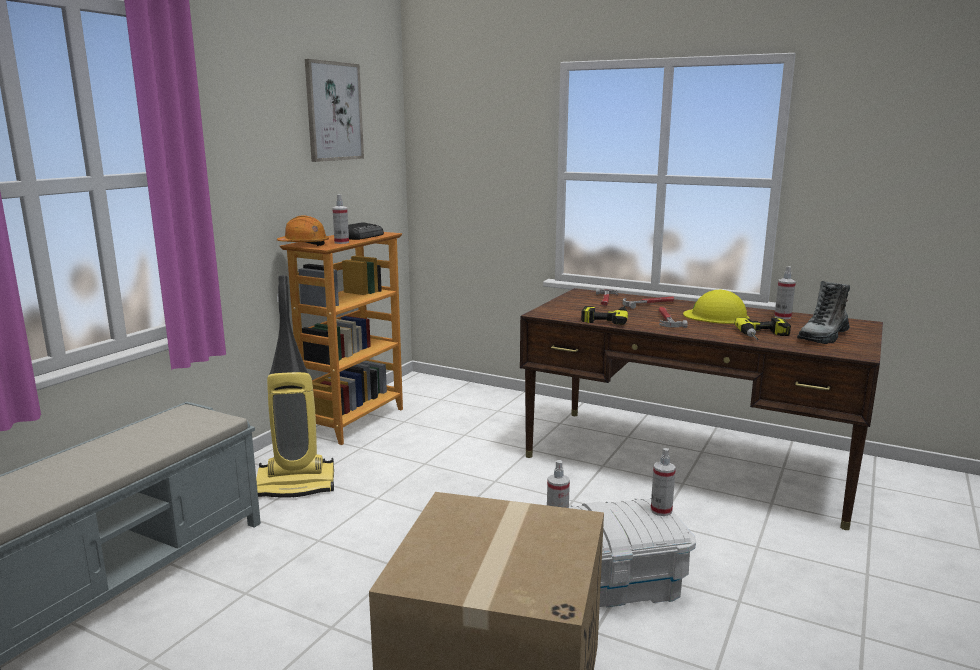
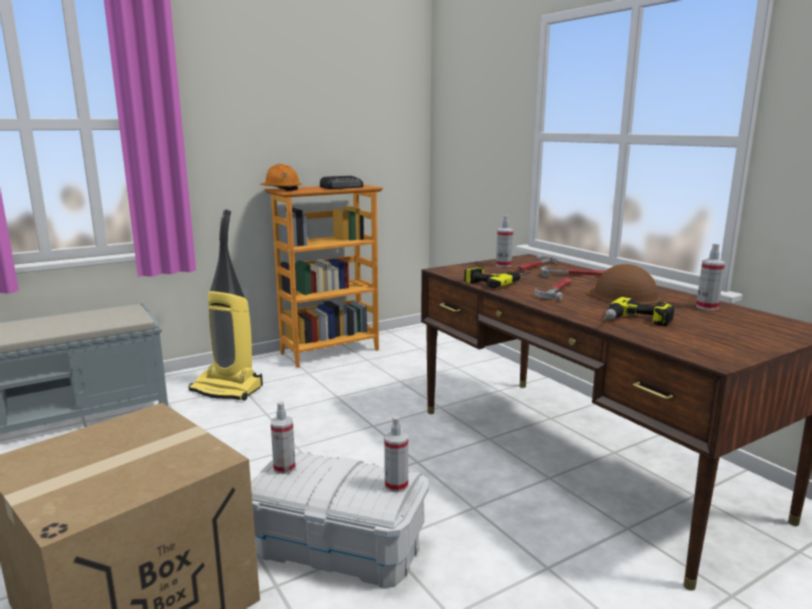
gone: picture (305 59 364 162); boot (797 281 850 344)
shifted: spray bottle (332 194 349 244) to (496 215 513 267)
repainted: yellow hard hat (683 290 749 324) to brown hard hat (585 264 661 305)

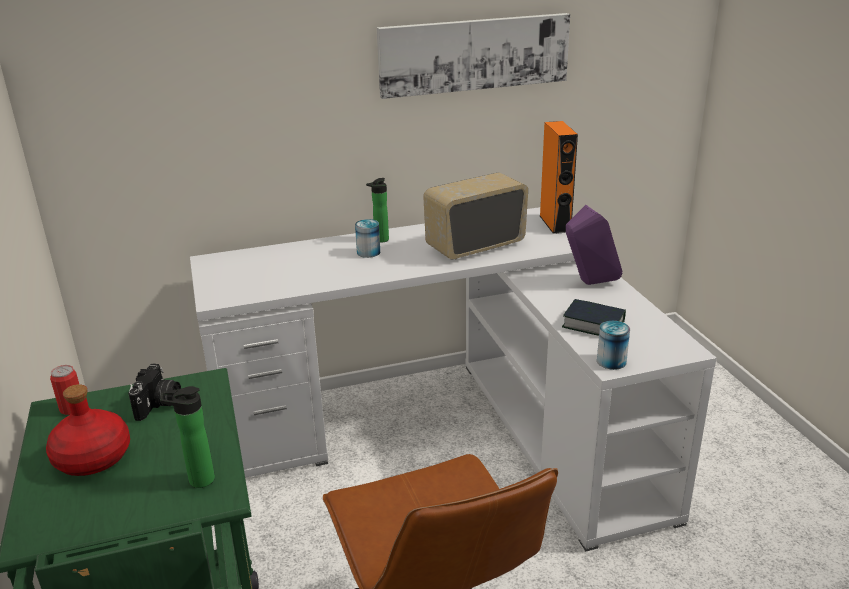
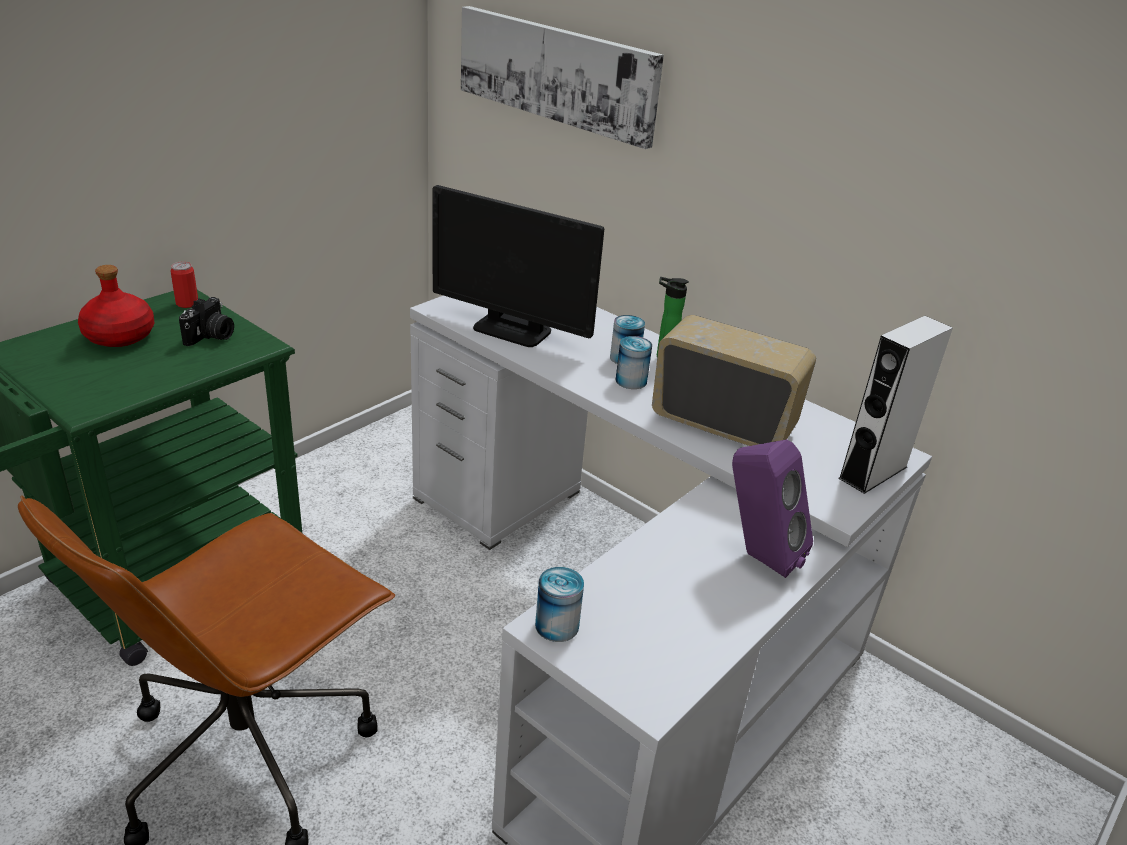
gone: bottle (160 386 215 488); book (562 299 626 336)
new: monitor (433 185 604 347); can (616 336 652 389)
shifted: picture (377 13 570 99) to (461 6 664 149)
repainted: orange speaker (540 121 578 234) to white speaker (838 316 953 494)
rotated: photo camera (128 363 181 421) = (179 297 234 346) 45 degrees counterclockwise

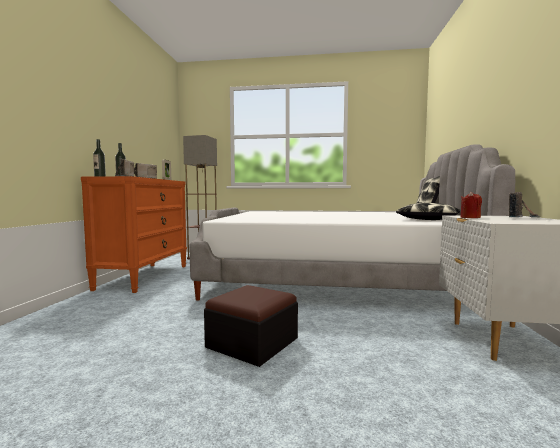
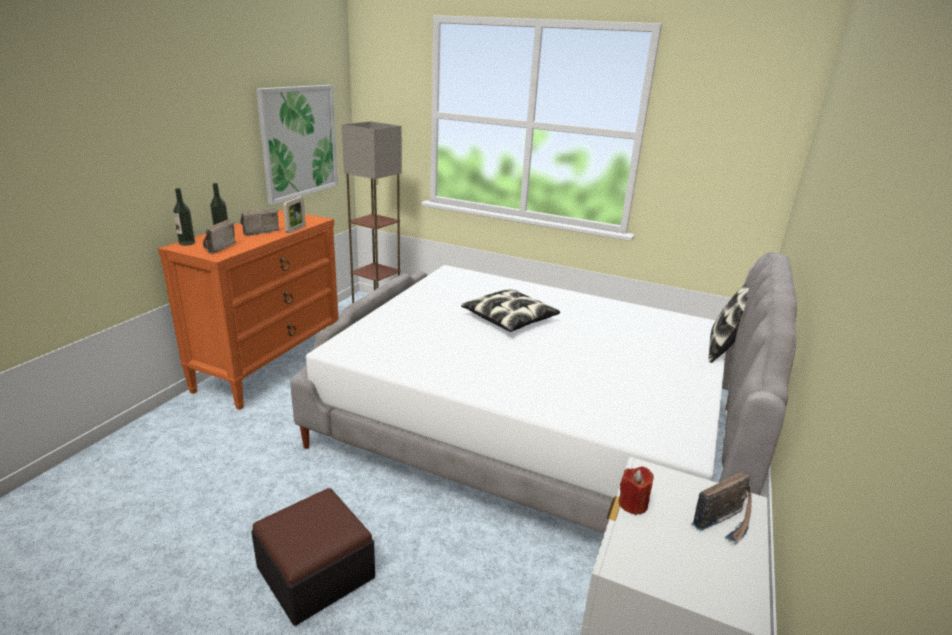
new: picture (256 85 338 205)
shifted: pillow (396 203 460 220) to (461 289 560 332)

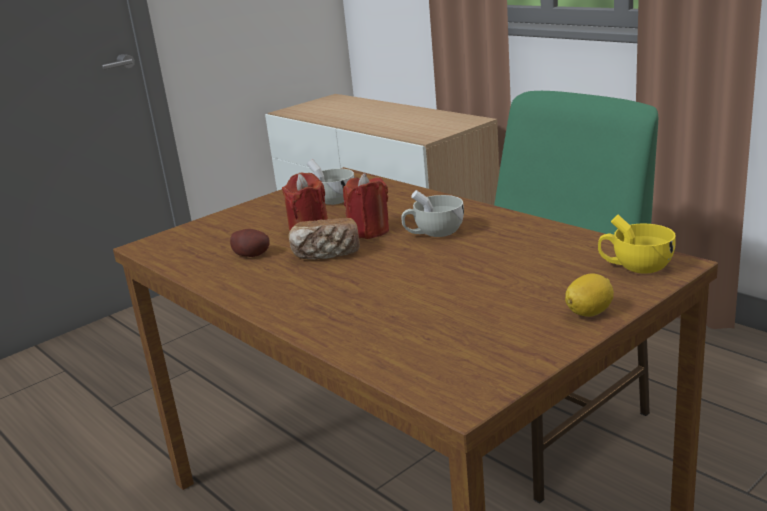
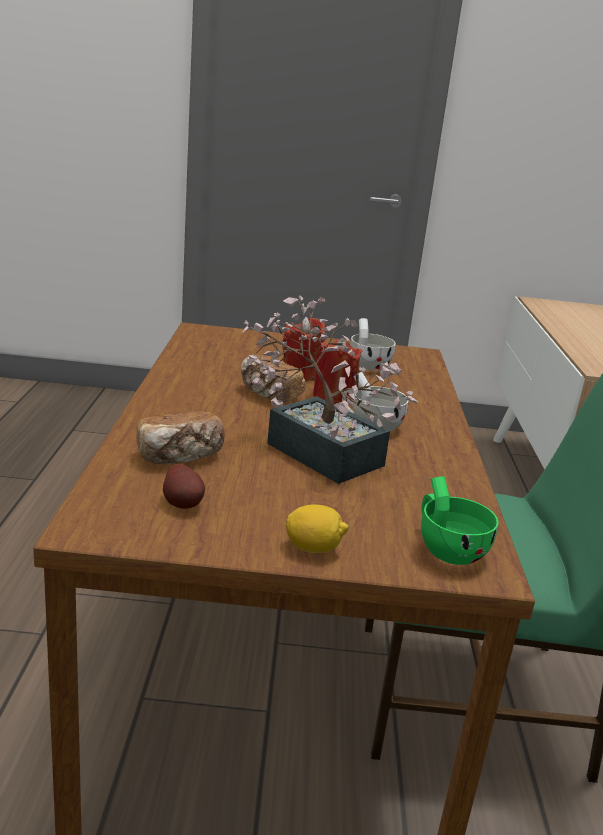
new: bread (136 412 225 464); potted plant (242 295 418 484)
shifted: potato (230 229 270 257) to (163 464 205 509)
repainted: yellow cup (598 214 676 274) to green cup (421 476 498 565)

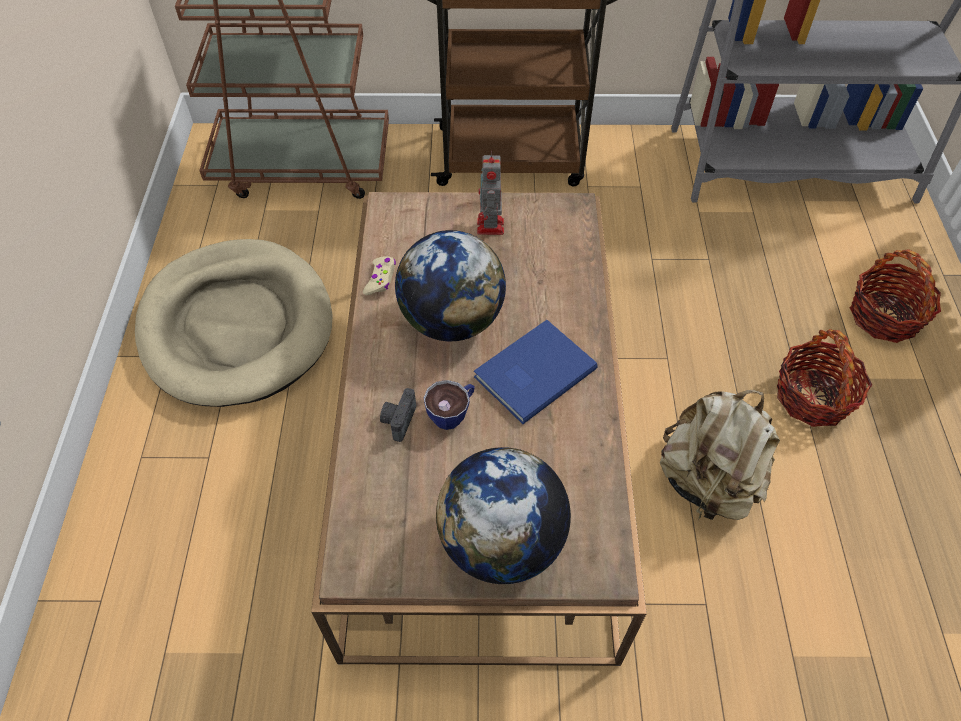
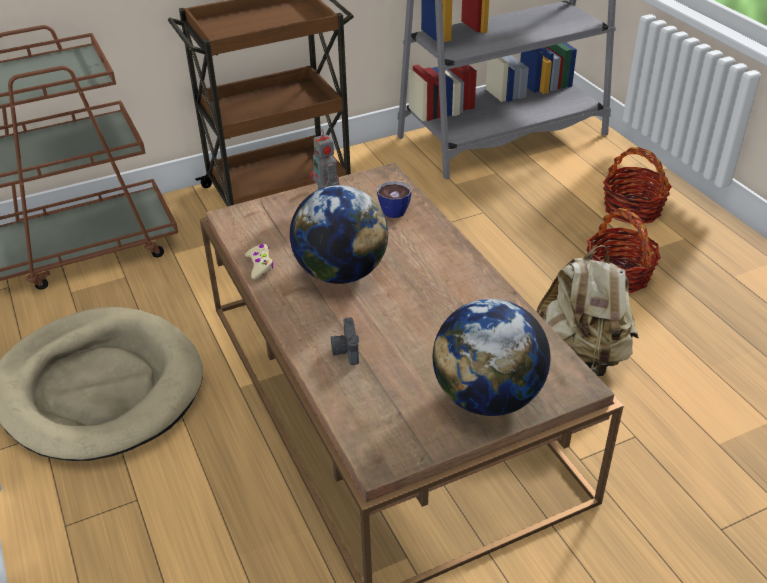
gone: blue book (474 320 598 424)
shifted: cup (424 380 475 430) to (377 181 412 218)

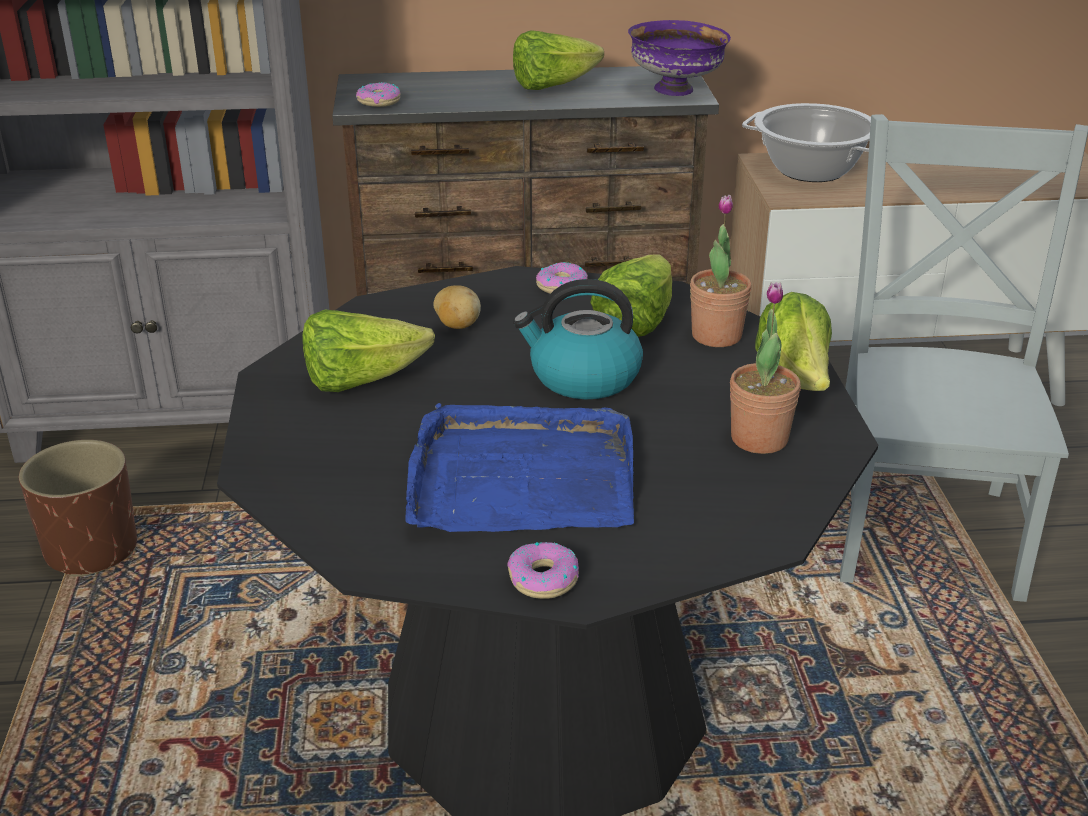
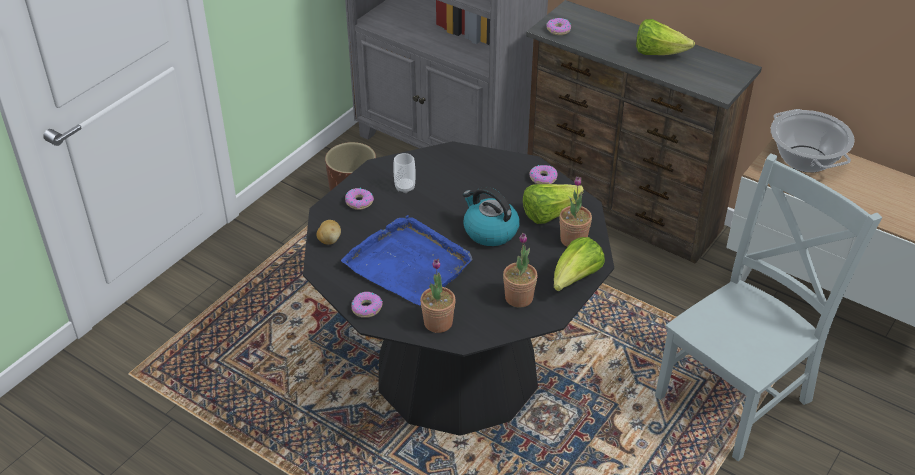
gone: purple bowl (628 20 731 96)
new: donut (345 188 374 210); potted plant (420 259 456 333)
shifted: potato (433 285 481 329) to (317 220 341 245)
swapped: lettuce (302 310 435 392) to cup (393 153 415 193)

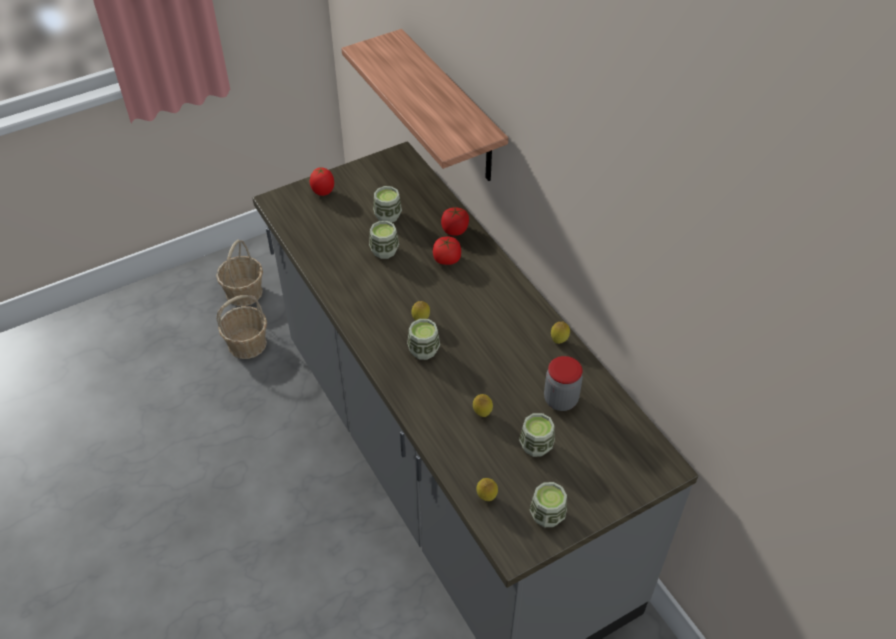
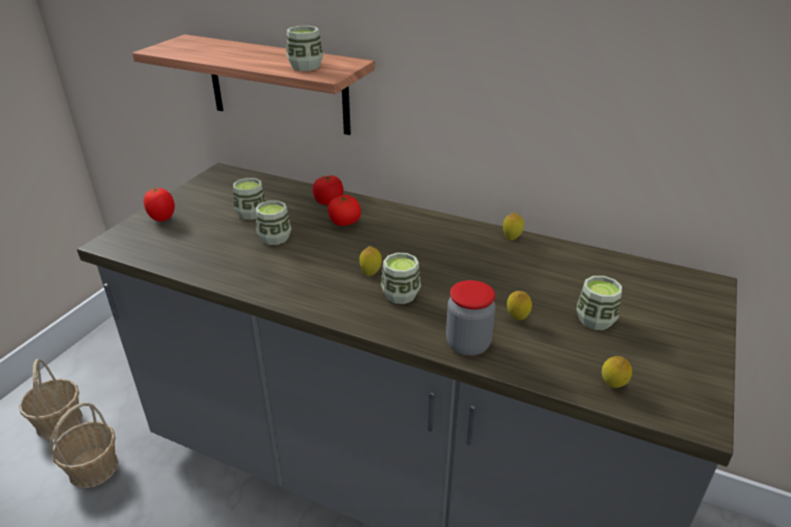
shifted: cup (530 482 567 527) to (287 26 323 71); jar (544 356 583 411) to (446 280 496 356)

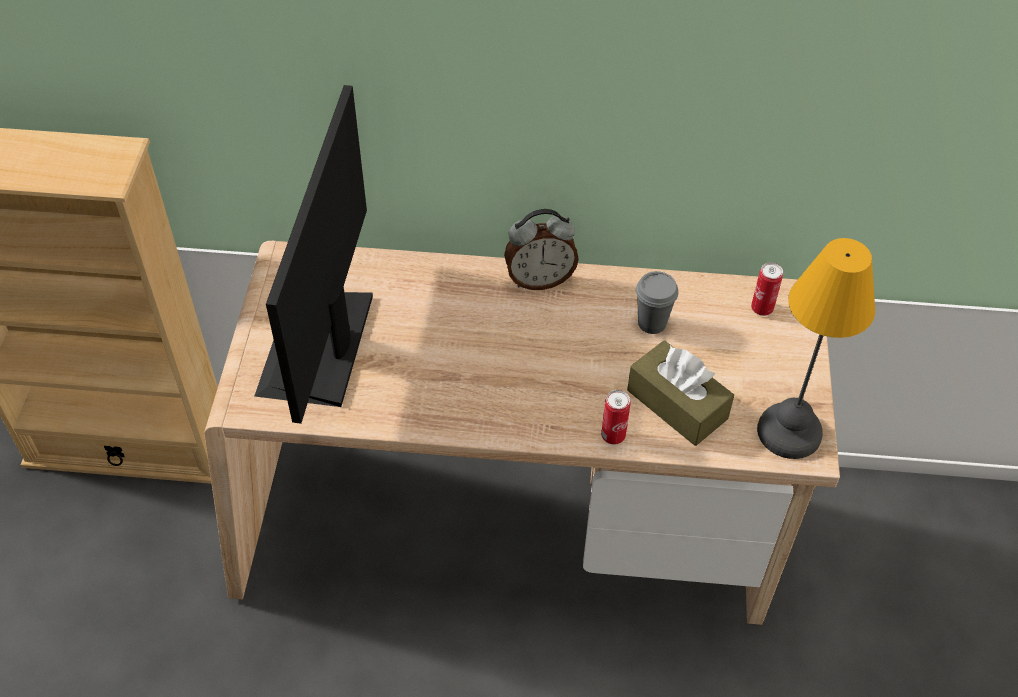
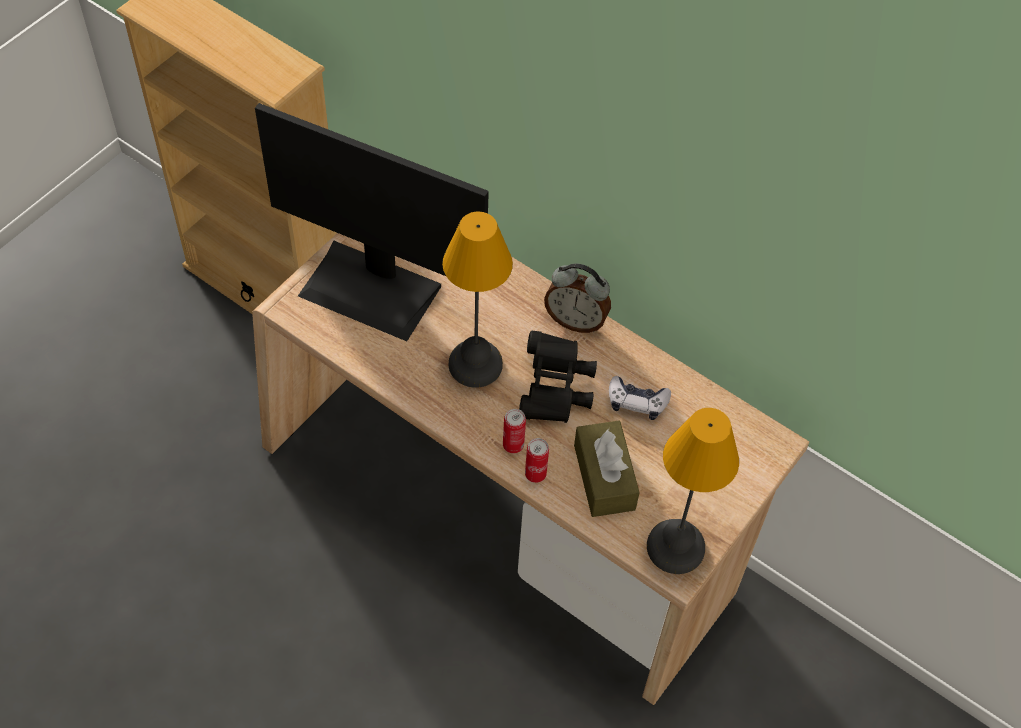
new: table lamp (442 212 513 388); black binoculars (519 331 597 423)
shifted: can (751 262 783 316) to (503 409 526 454)
swapped: grey cup (636 271 678 334) to game controller (609 376 671 420)
rotated: monitor (254 85 373 424) = (255 103 489 341) 105 degrees counterclockwise

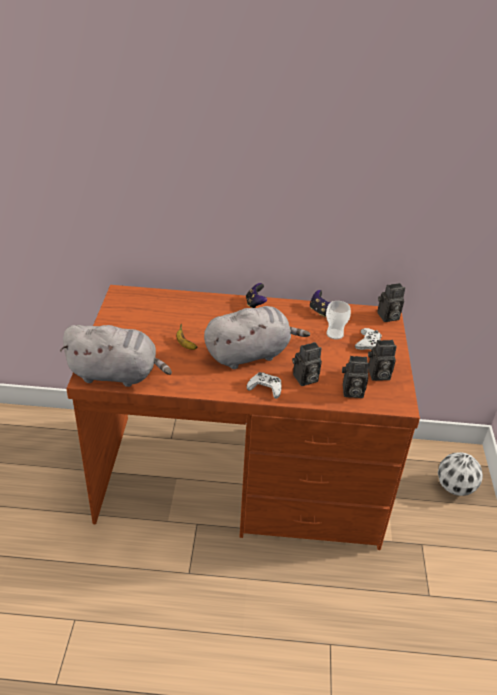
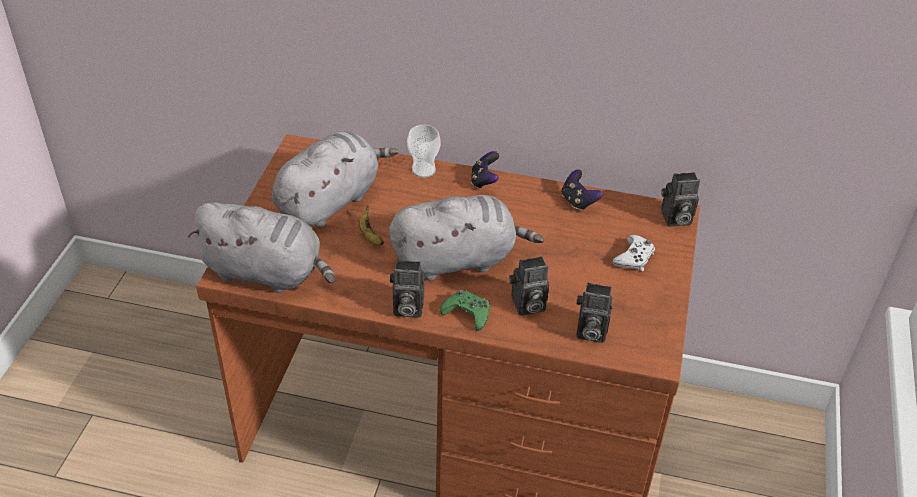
gone: football (438 452 483 496)
new: grey plush toy (272 131 398 227)
shifted: cup (326 301 351 340) to (407 125 441 178); photo camera (368 340 397 381) to (390 260 424 318)
repainted: white game controller (246 372 282 399) to green game controller (440 290 490 331)

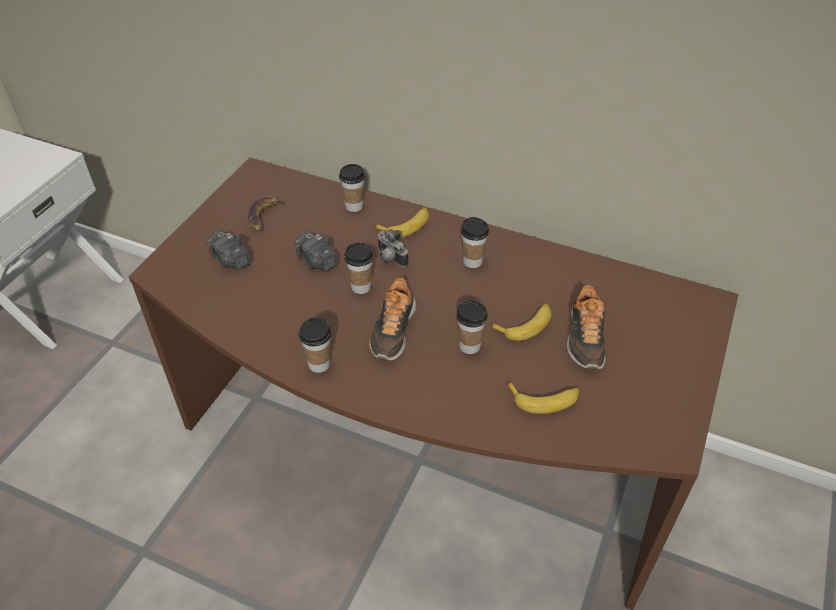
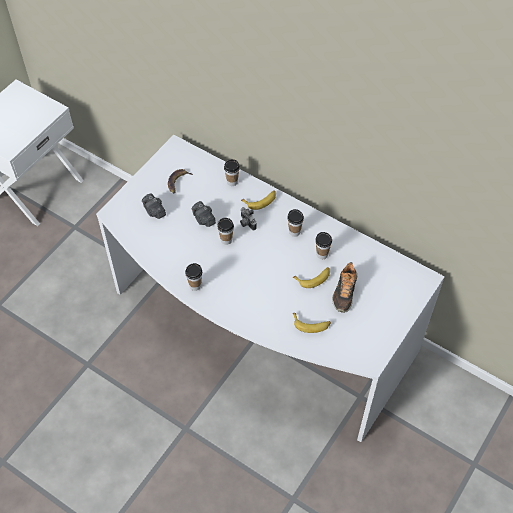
gone: shoe (369 277 417 361)
shifted: cup (456 300 488 354) to (315 232 332 259)
repainted: brown desk (128 157 739 610) to white desk (96 135 445 442)

